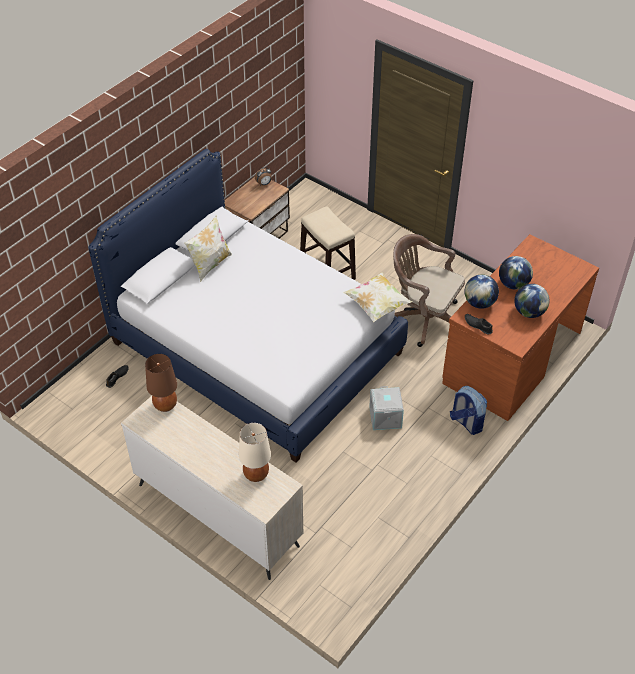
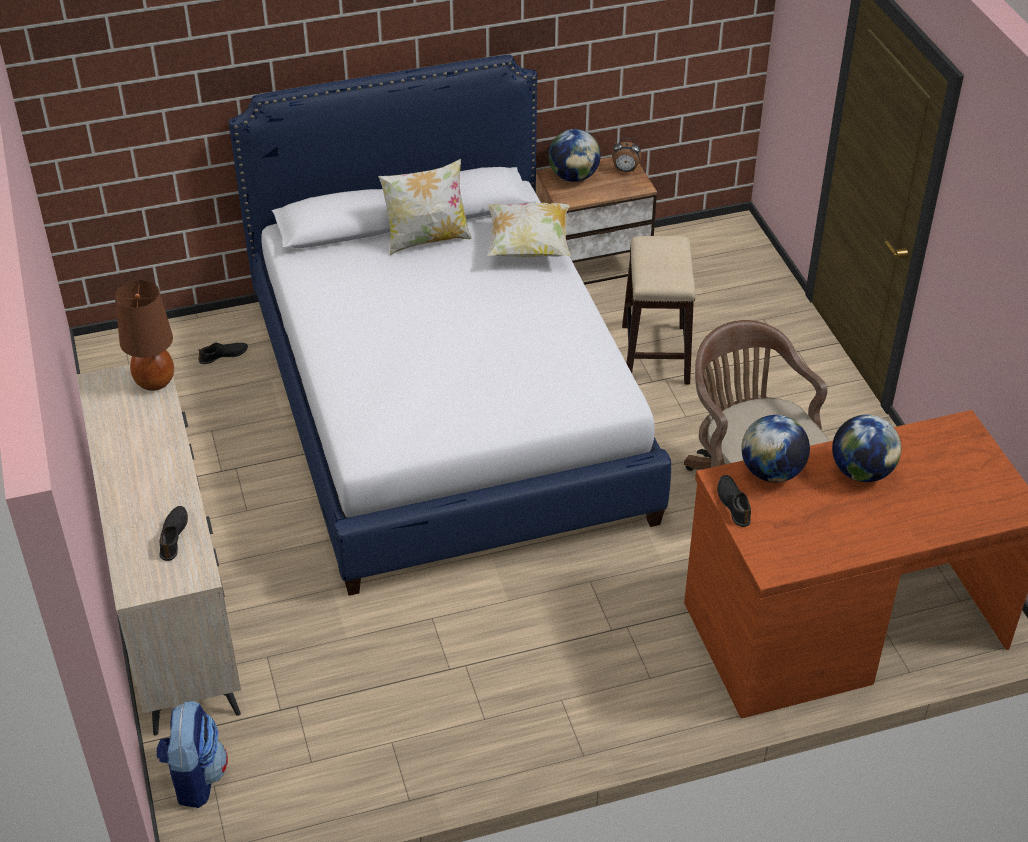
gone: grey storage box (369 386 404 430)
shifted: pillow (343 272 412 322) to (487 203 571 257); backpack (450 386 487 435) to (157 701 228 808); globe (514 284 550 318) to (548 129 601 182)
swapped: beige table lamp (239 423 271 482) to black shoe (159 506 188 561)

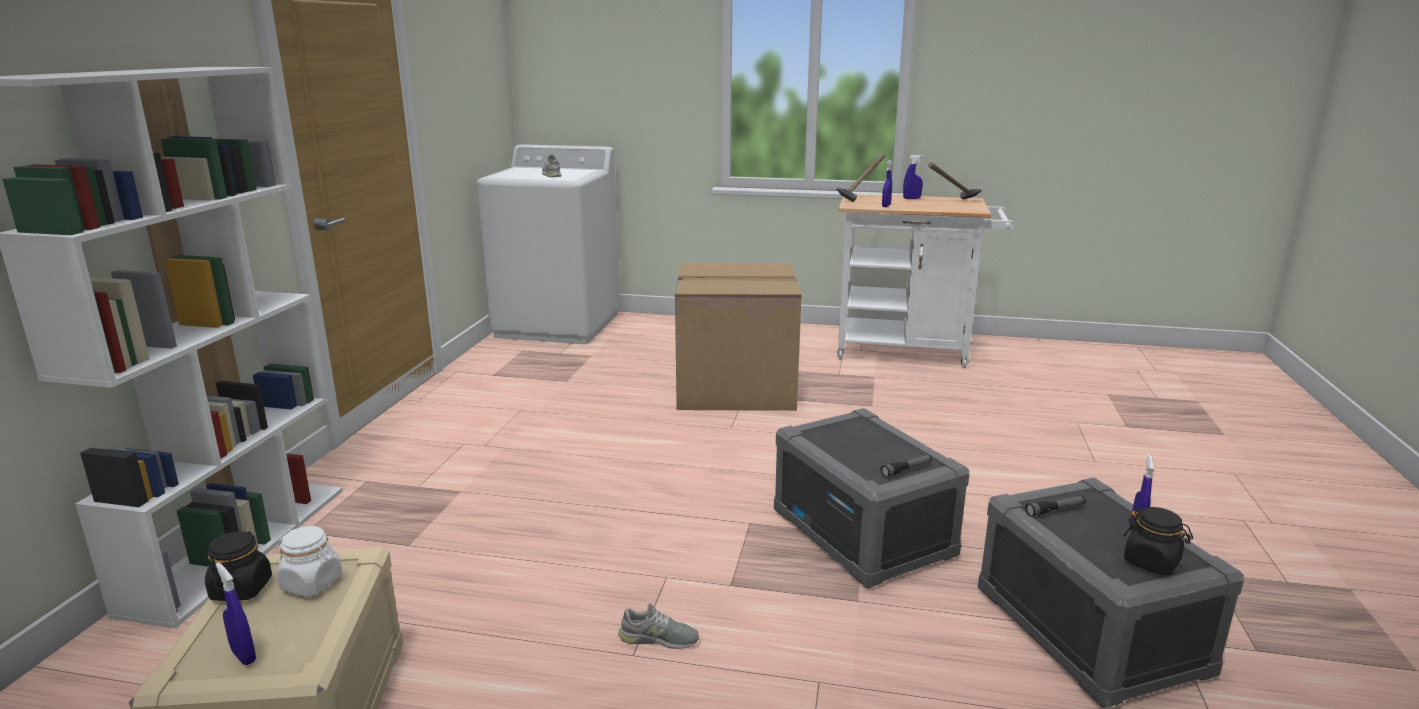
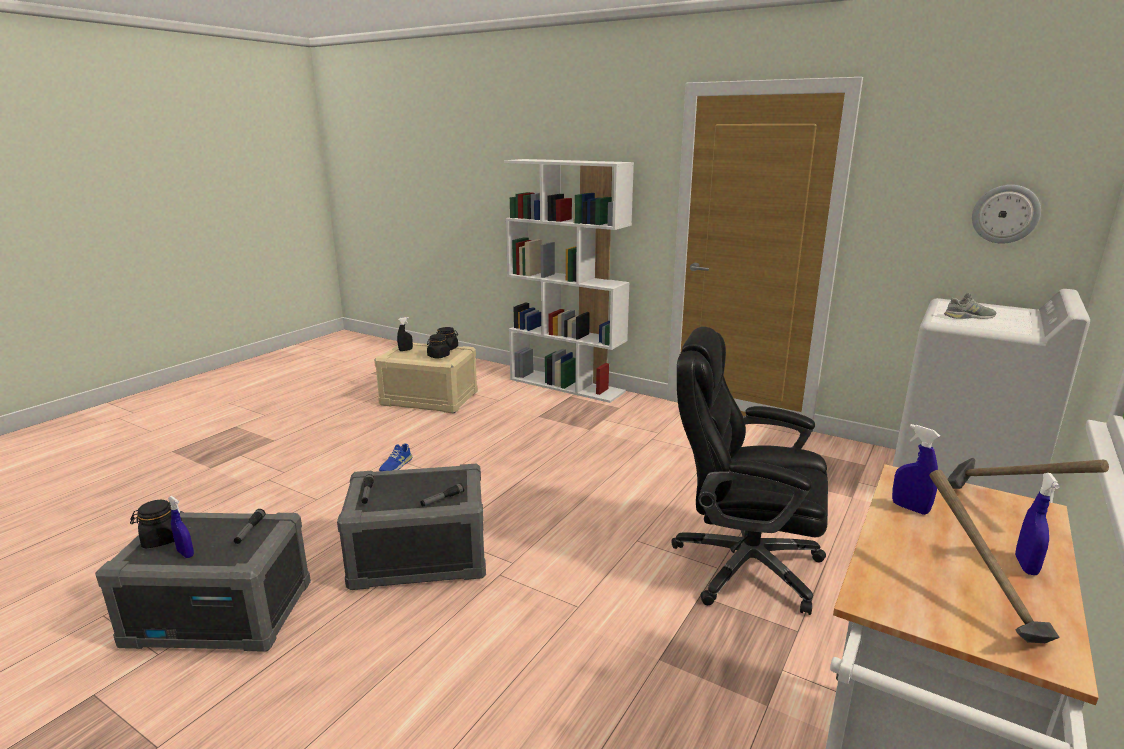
new: flashlight (421 483 464 506); wall clock (972 185 1041 244)
swapped: cardboard box (675 263 802 411) to black office chair (671 327 828 615)
repainted: blue spray bottle (216 563 256 665) to black spray bottle (397 317 413 351); white jar (277 526 342 597) to black jar (427 334 450 359); grey shoe (618 603 699 649) to blue shoe (379 444 412 471)

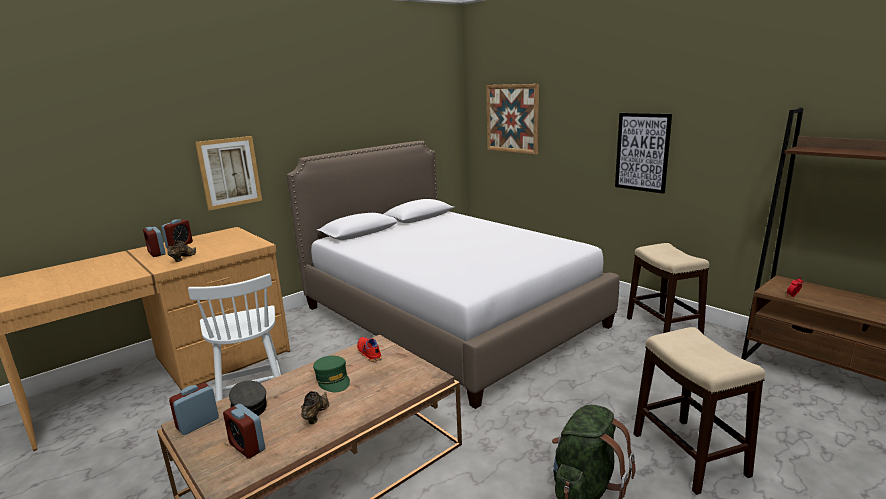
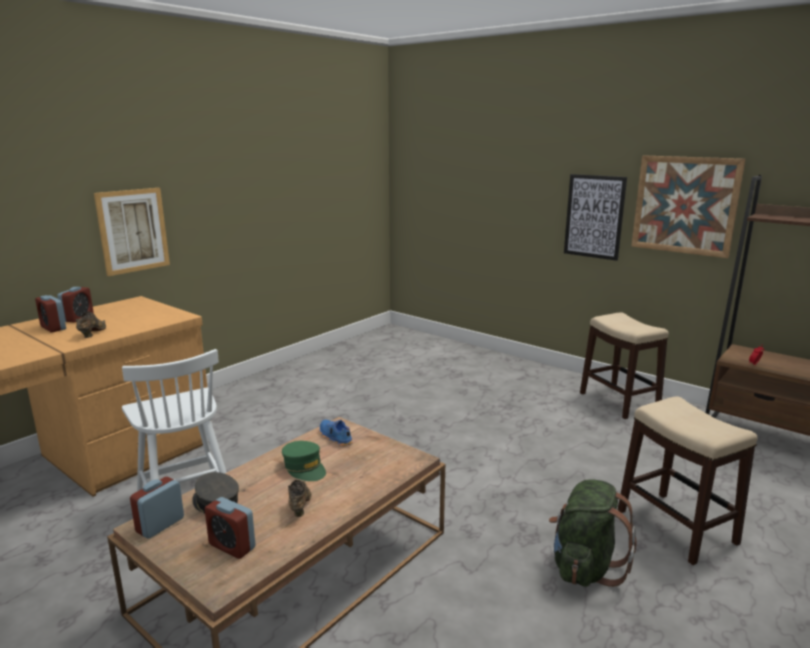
gone: bed (287 141 620 409)
shifted: picture (486 84 539 155) to (631 155 746 258)
repainted: red shoe (357 337 382 362) to blue shoe (320 420 353 446)

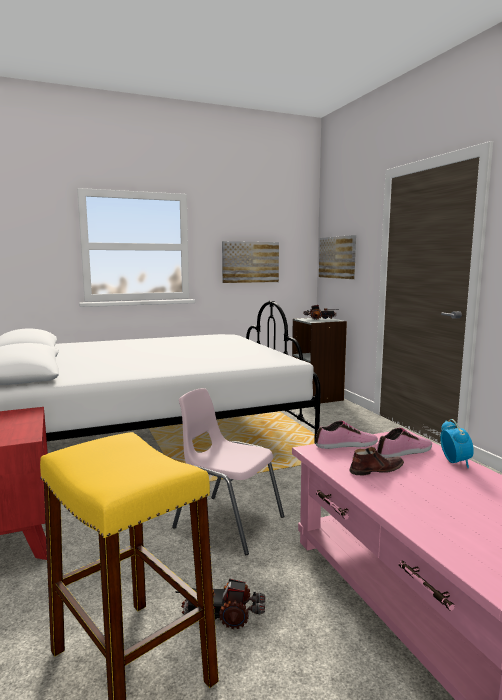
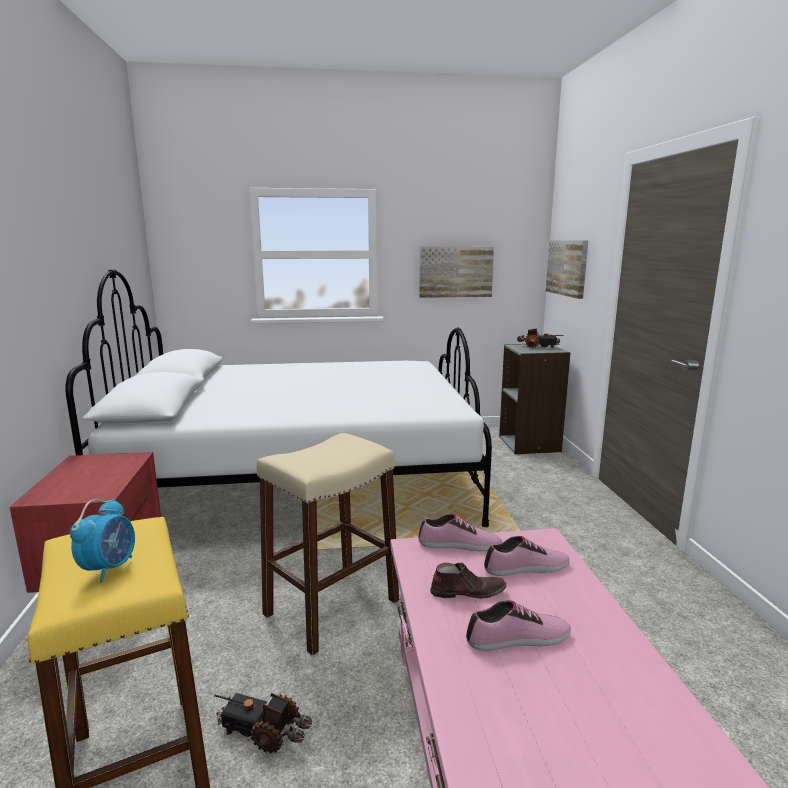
new: shoe (466 600 571 651)
shifted: alarm clock (440 419 474 468) to (70 499 135 583)
swapped: pink chair (172 388 284 555) to beige stool (257 433 399 656)

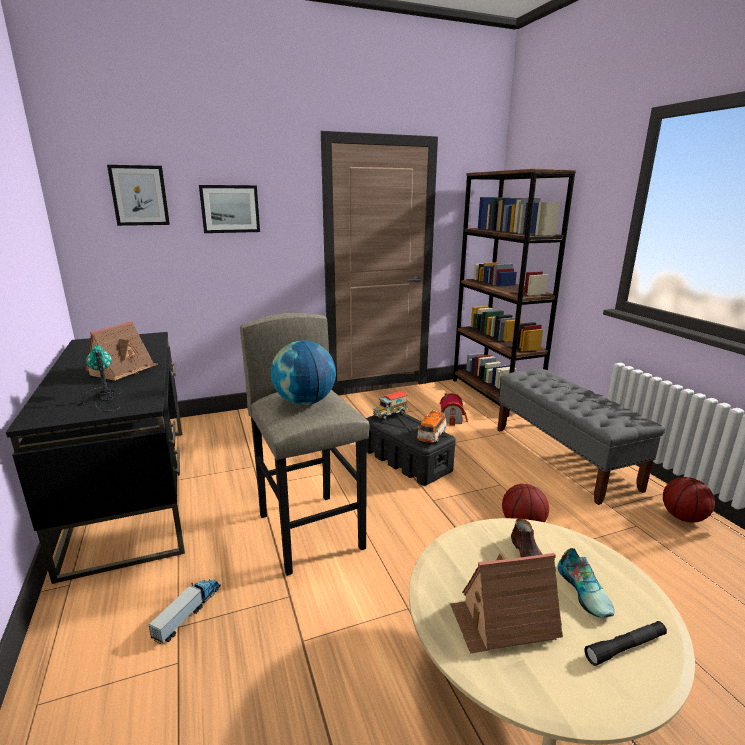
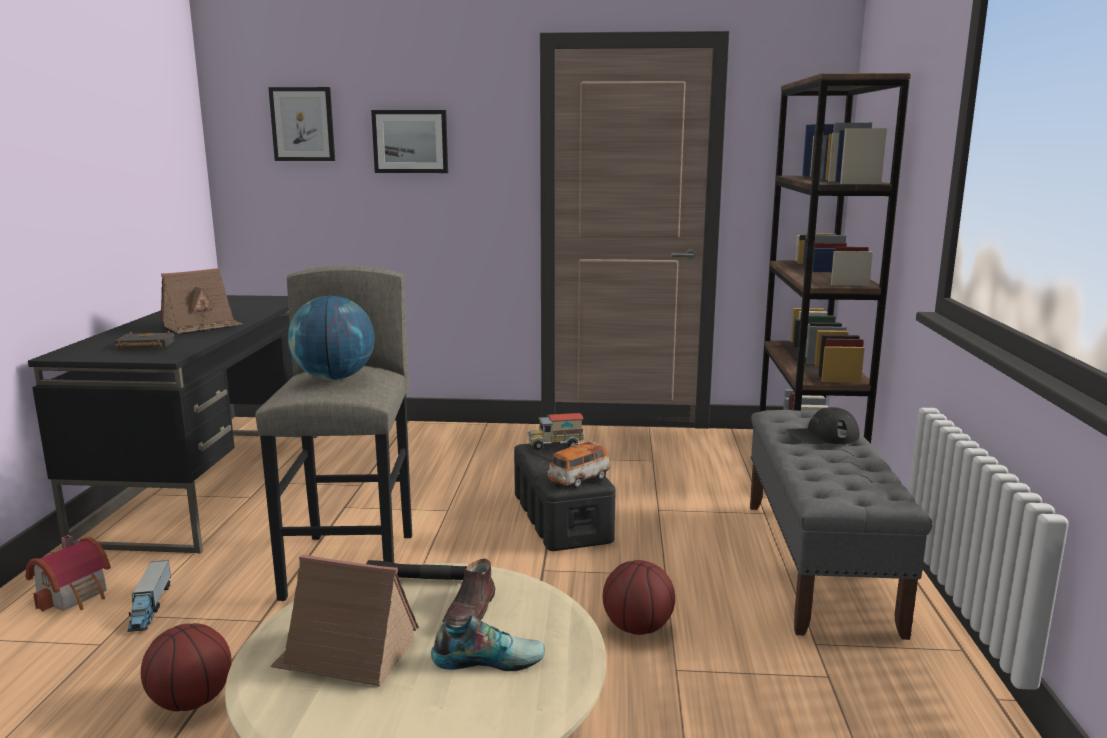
new: black cap (787 407 860 444)
shifted: toy house (440 393 468 426) to (26 535 111 612); black flashlight (584 621 667 666) to (367 560 467 580); basketball (663 477 715 522) to (141 623 232 711)
swapped: table lamp (76 345 122 412) to black book (115 330 175 350)
rotated: toy truck (148 579 221 643) = (127 560 171 632) 120 degrees clockwise; shoe (558 548 615 618) = (431 615 545 671) 105 degrees counterclockwise

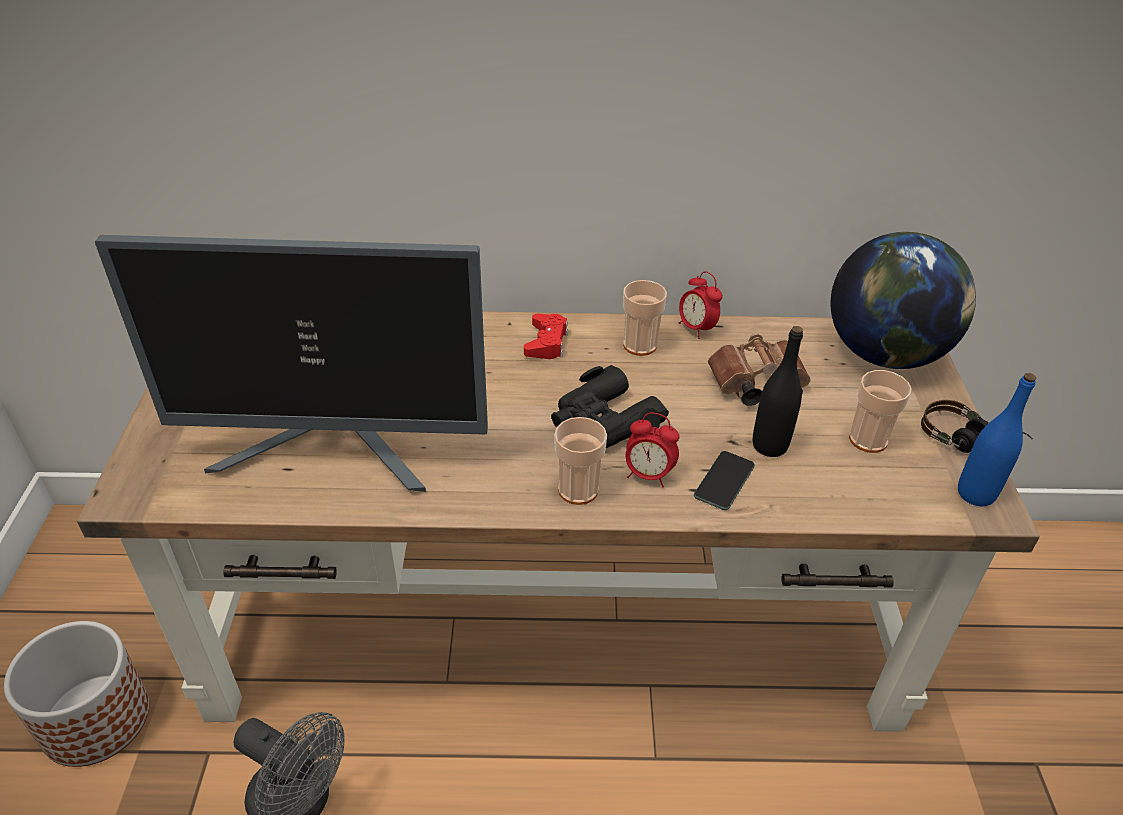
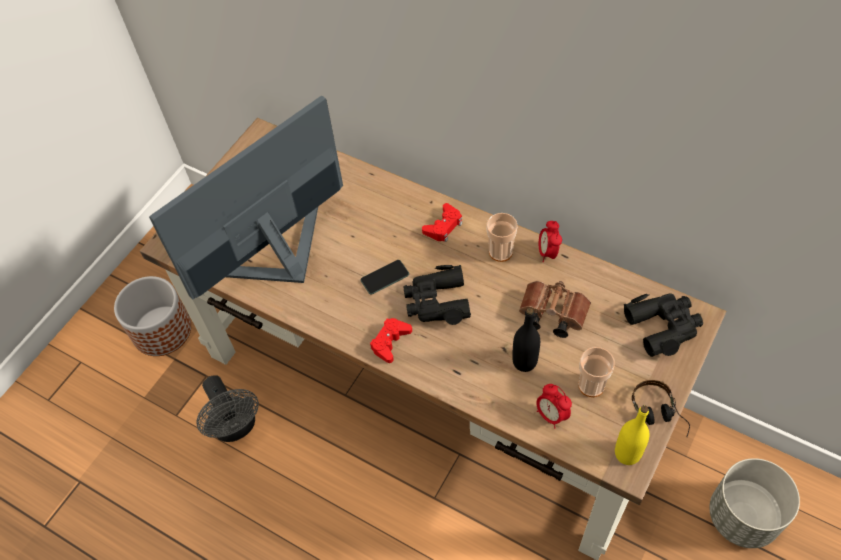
new: grey planter (709 458 800 548)
shifted: alarm clock (626 413 679 487) to (536 384 572 428); phone (694 451 755 510) to (361 260 409 295)
swapped: cup (554 417 607 505) to red game controller (370 318 412 363); globe (830 232 976 369) to black binoculars (624 294 703 357)
repainted: blue bottle (958 373 1036 506) to yellow bottle (615 405 650 465)
rotated: monitor (95 235 488 492) = (149 96 343 299) 105 degrees clockwise

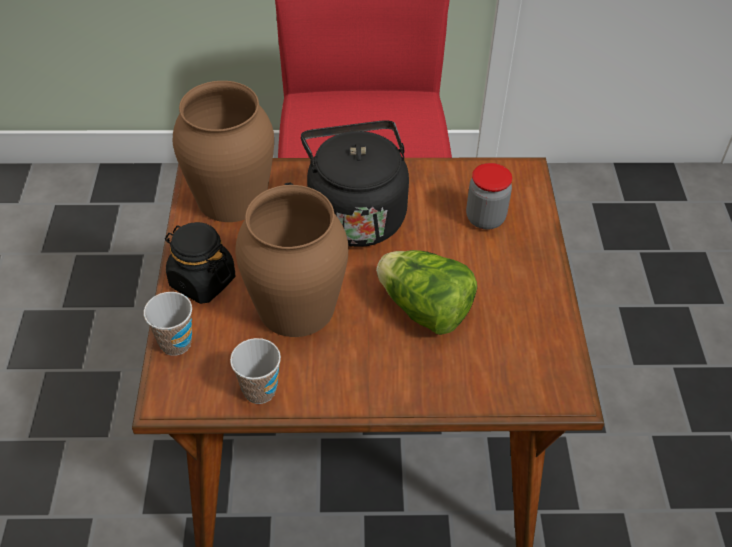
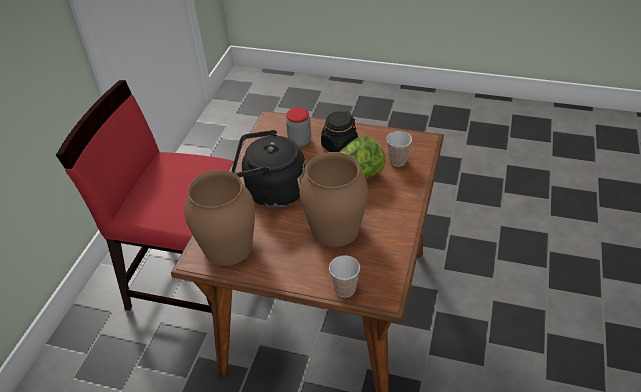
shifted: black jar (165 222 235 304) to (321 111 358 152); cup (230 338 281 404) to (386 131 412 167)

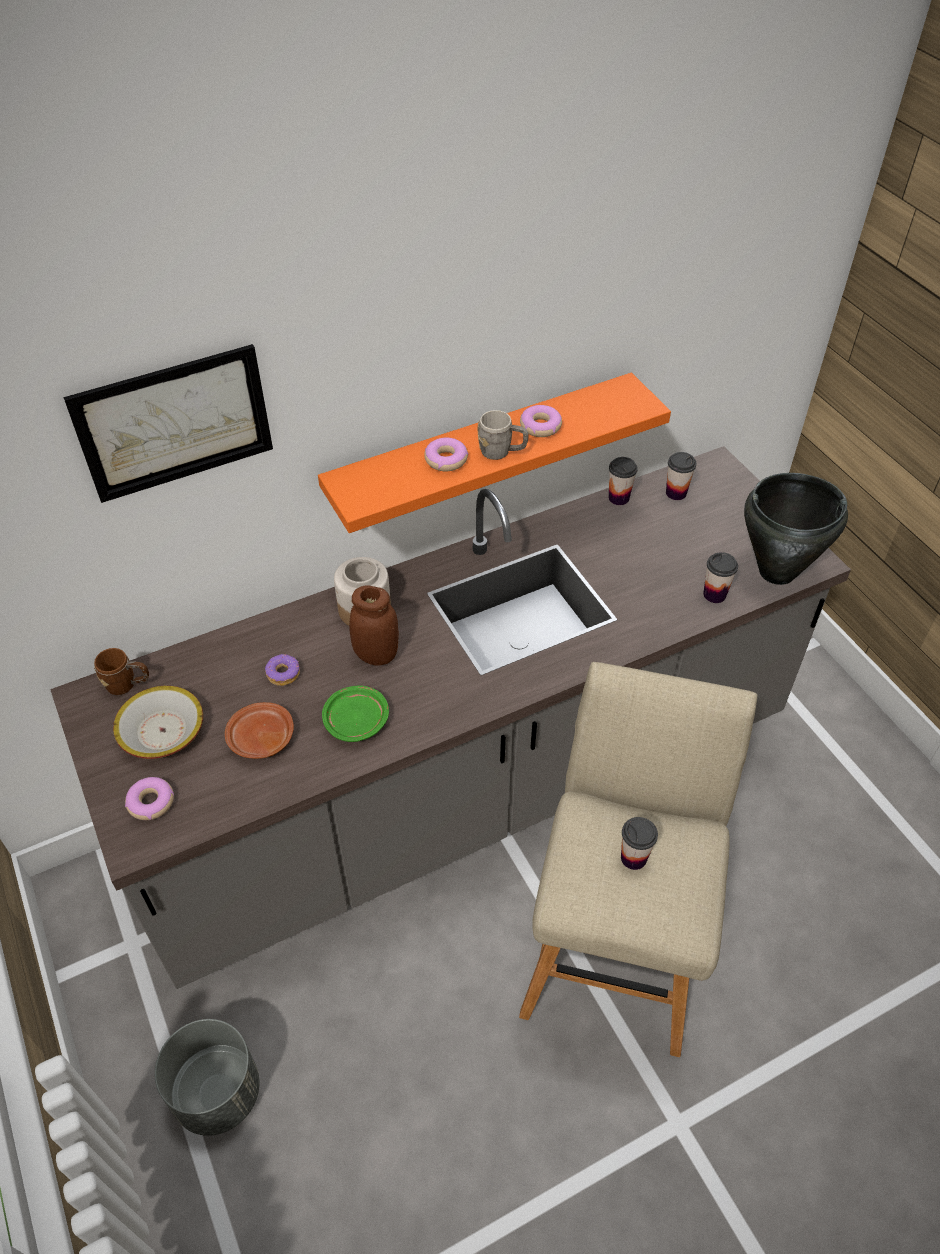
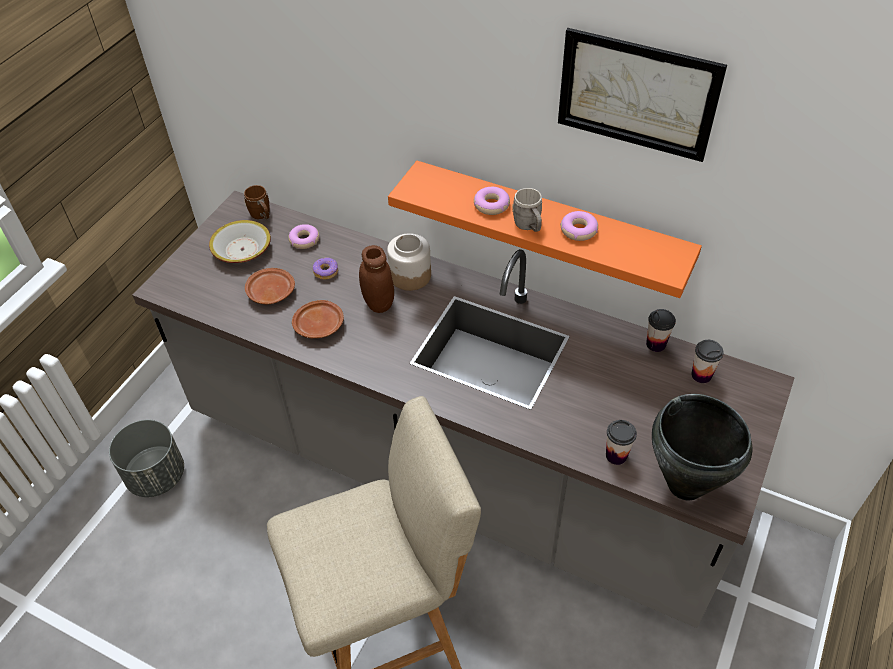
gone: cup (621 817 658 870)
shifted: picture (63 344 273 503) to (558 28 727 162); donut (125 777 174 820) to (288 224 319 249)
repainted: green plate (322 686 389 742) to brown plate (292 300 344 338)

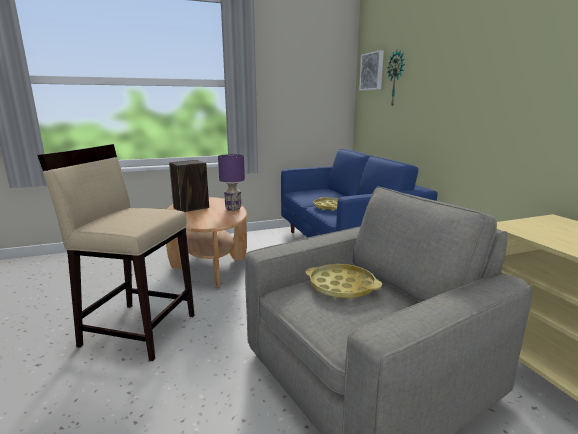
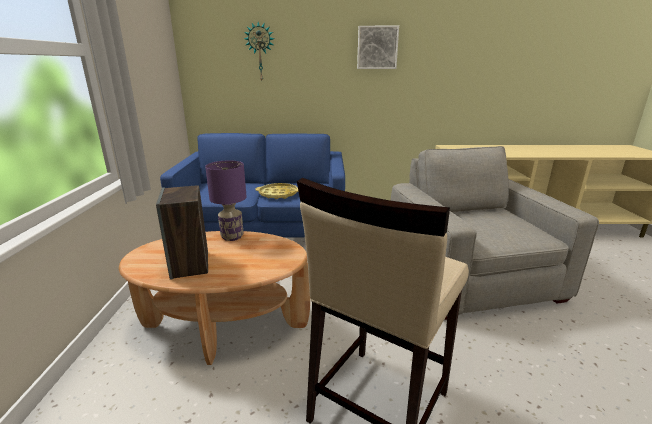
gone: yellow tray (305 264 382 299)
shifted: picture (359 50 384 91) to (357 26 399 69)

